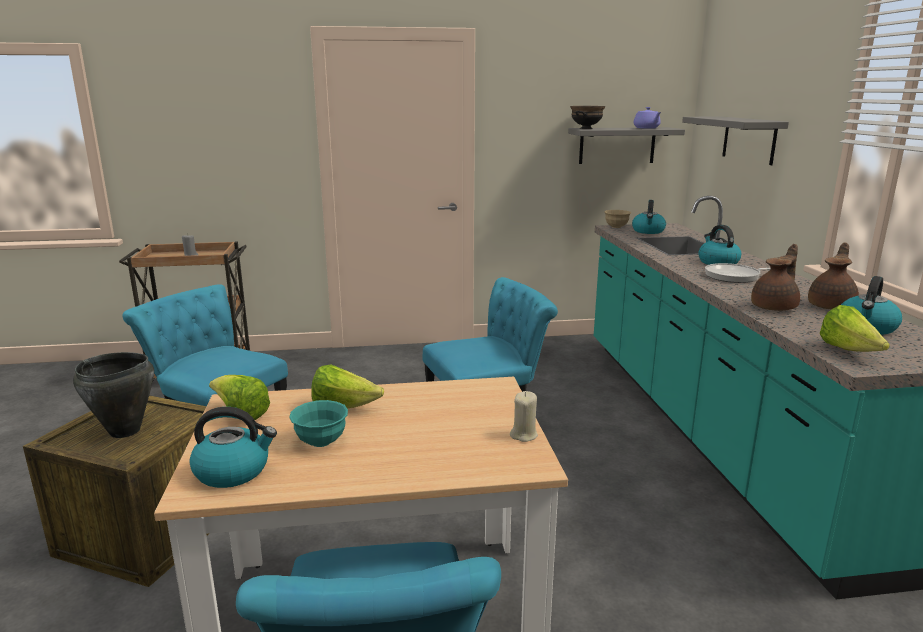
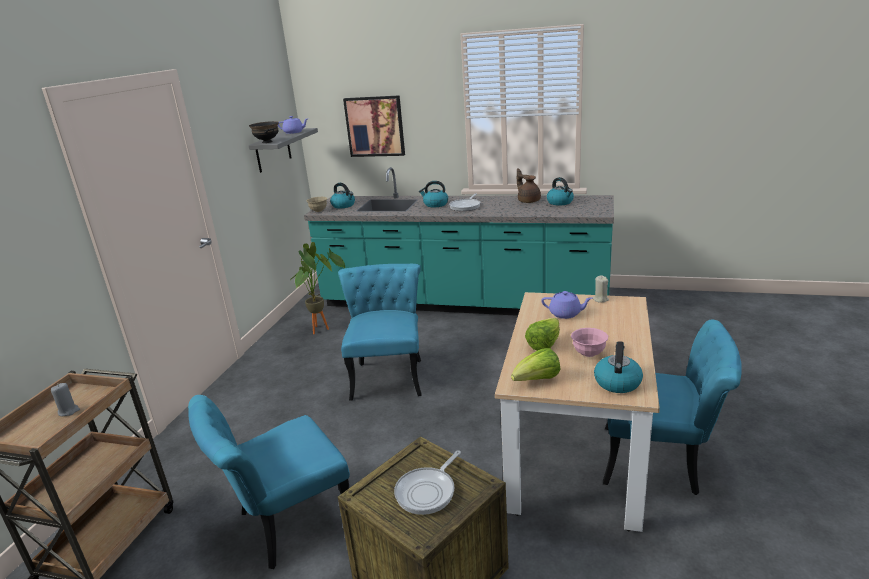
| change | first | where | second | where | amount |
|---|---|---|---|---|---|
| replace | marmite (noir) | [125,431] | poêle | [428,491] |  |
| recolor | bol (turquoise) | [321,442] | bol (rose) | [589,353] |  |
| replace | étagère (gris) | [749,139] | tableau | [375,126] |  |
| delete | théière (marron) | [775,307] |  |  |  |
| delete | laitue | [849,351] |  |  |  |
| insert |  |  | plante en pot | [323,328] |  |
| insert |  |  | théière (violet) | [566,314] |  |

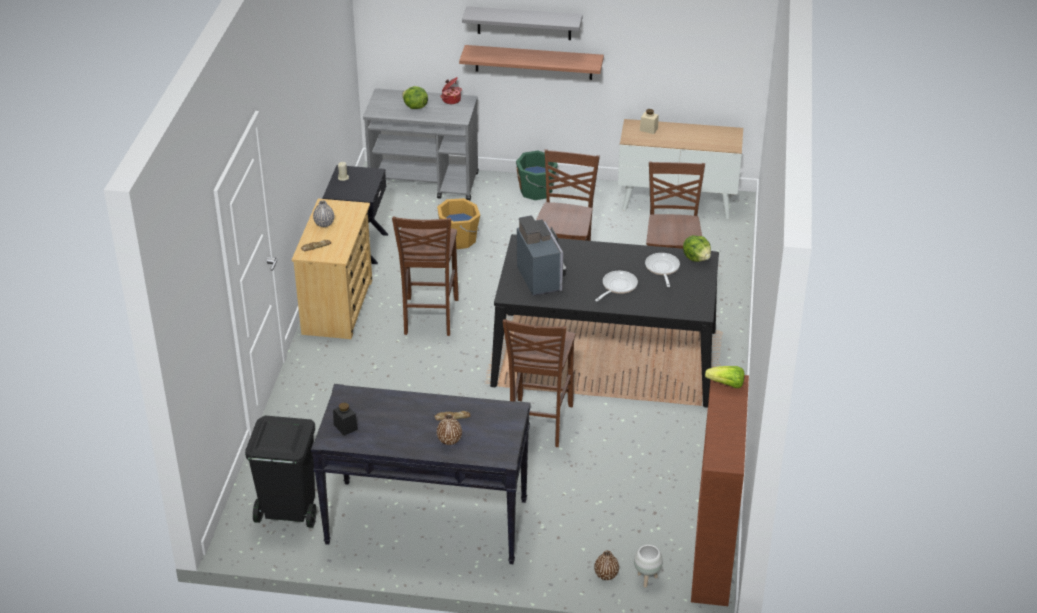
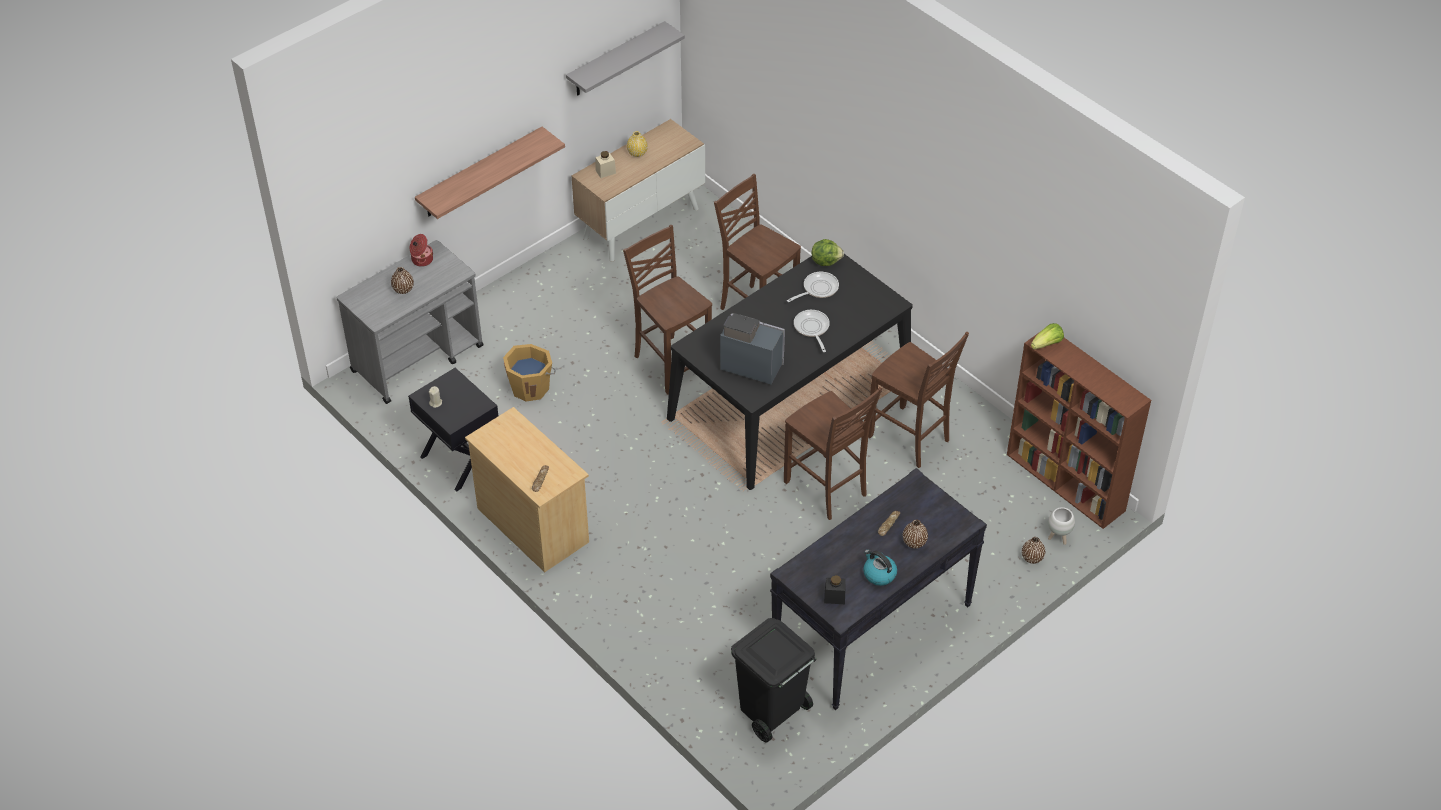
| change | first | where | second | where | amount |
|---|---|---|---|---|---|
| delete | vase (gris) | [324,224] |  |  |  |
| move | chaise (marron) | [429,317] |  | [910,439] |  |
| replace | laitue | [415,107] | vase (marron) | [403,289] |  |
| move | étagère (gris) | [524,23] |  | [616,60] |  |
| delete | seau (vert) | [537,191] |  |  |  |
| rotate | poêle | [662,269] |  | [818,289] | 105 degrees clockwise |
| insert |  |  | vase (jaune) | [637,153] |  |
| insert |  |  | bouilloire | [879,574] |  |

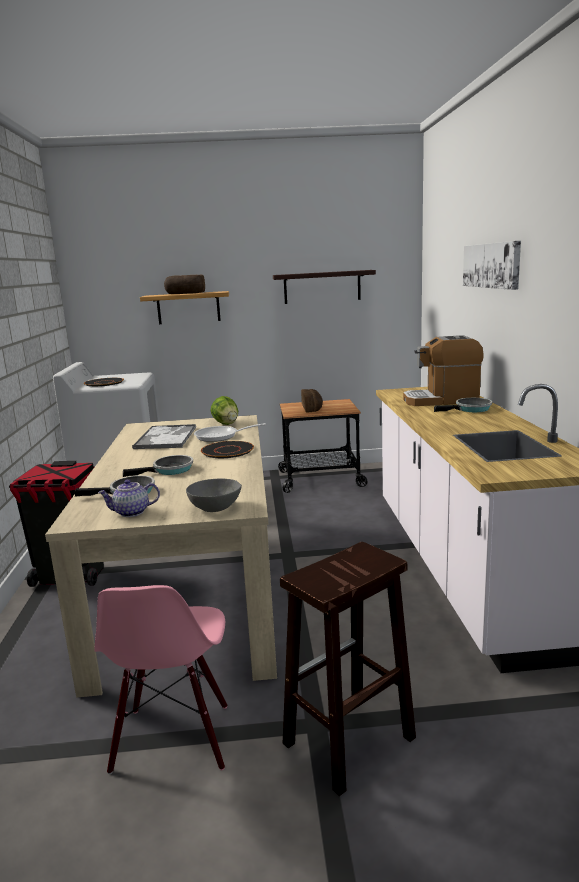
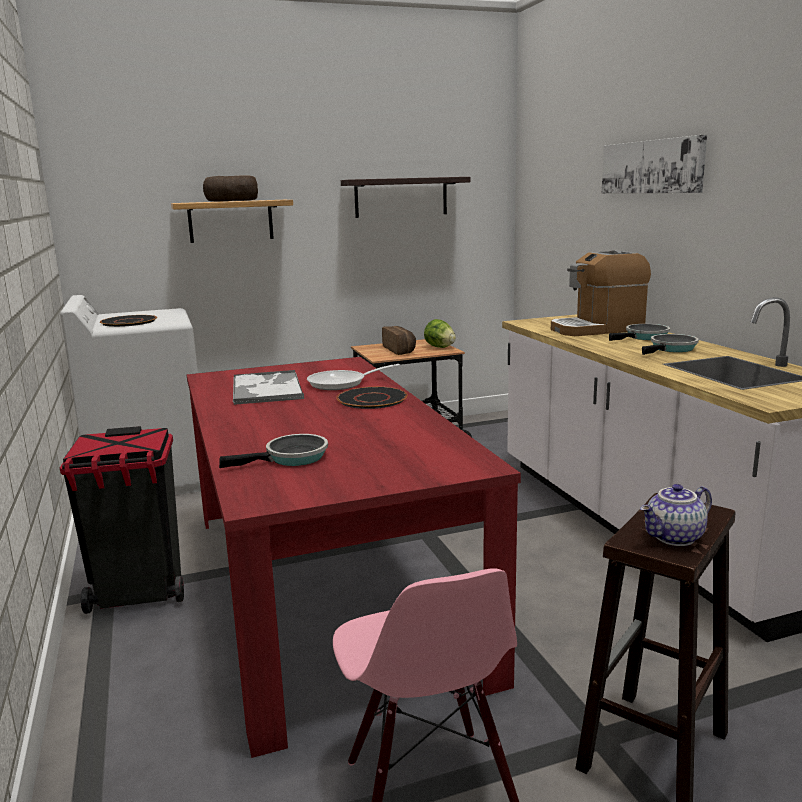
| change | first | where | second | where | amount |
|---|---|---|---|---|---|
| recolor | table à manger (beige) | [193,586] | table à manger (rouge) | [325,586] |  |
| move | théière | [131,513] |  | [675,538] |  |
| move | poêle | [170,470] |  | [671,349] |  |
| delete | bol (gris) | [215,508] |  |  |  |
| move | laitue | [226,424] |  | [440,347] |  |

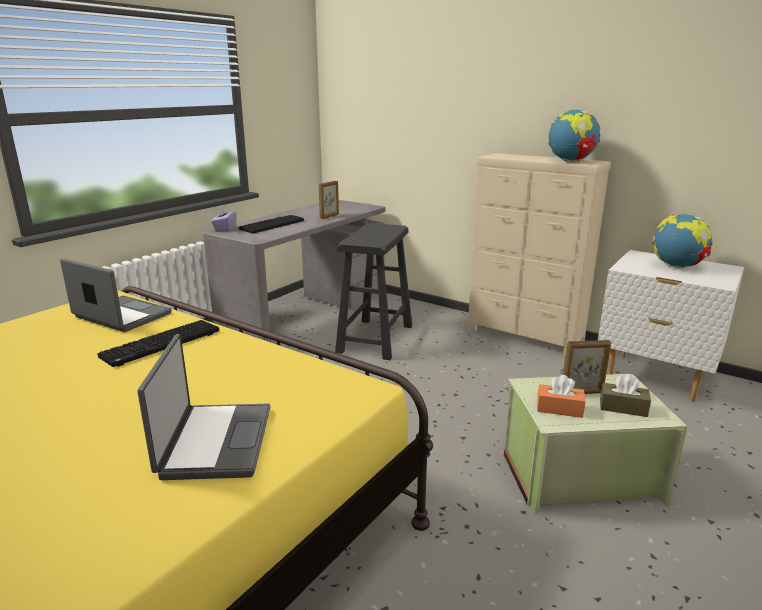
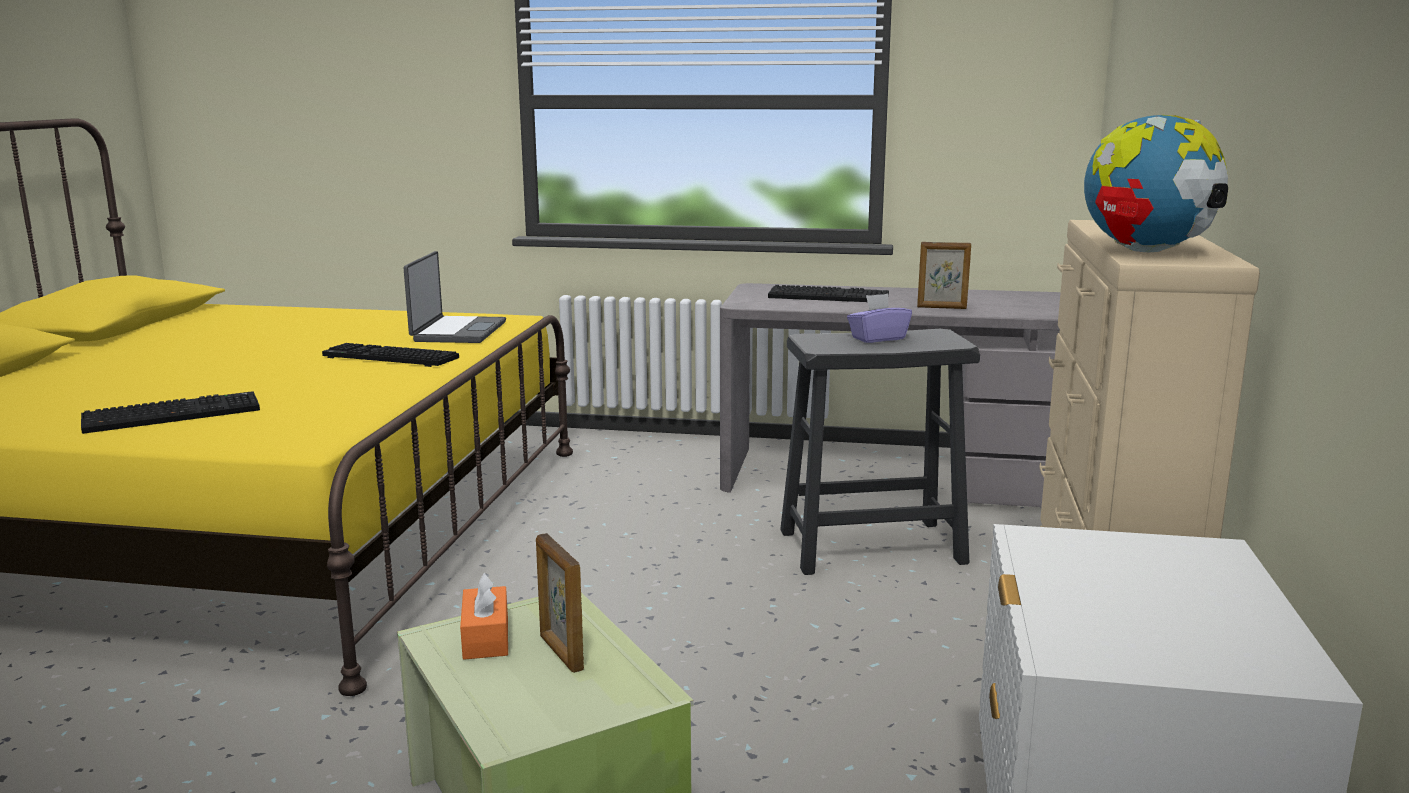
| change | first | where | second | where | amount |
|---|---|---|---|---|---|
| replace | ordinateur portable | [214,442] | clavier | [174,414] |  |
| move | boîte à mouchoirs (violet) | [225,229] |  | [877,338] |  |
| delete | boîte à mouchoirs (marron) | [623,407] |  |  |  |
| delete | globe | [677,266] |  |  |  |

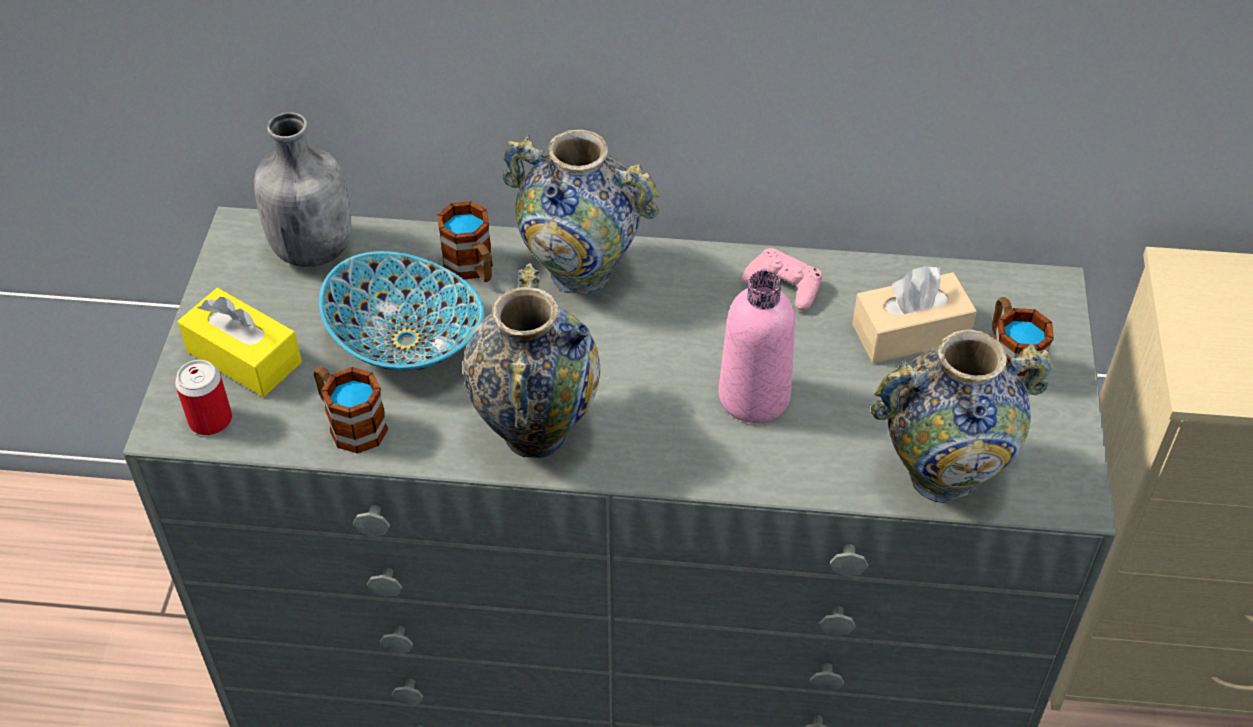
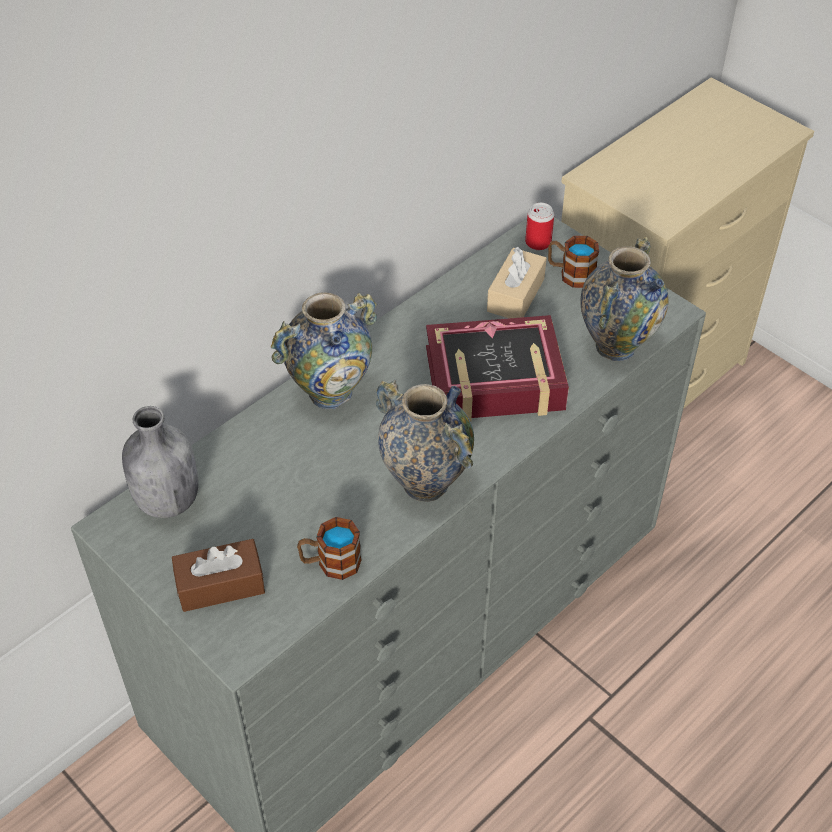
| change | first | where | second | where | amount |
|---|---|---|---|---|---|
| move | boîte métallique | [210,420] |  | [538,242] |  |
| recolor | boîte à mouchoirs (jaune) | [244,357] | boîte à mouchoirs (marron) | [220,585] |  |
| delete | bol | [407,340] |  |  |  |
| delete | mug | [473,268] |  |  |  |
| replace | bouteille (rose) | [754,396] | livre | [494,380] |  |
| delete | manette (rose) | [784,285] |  |  |  |

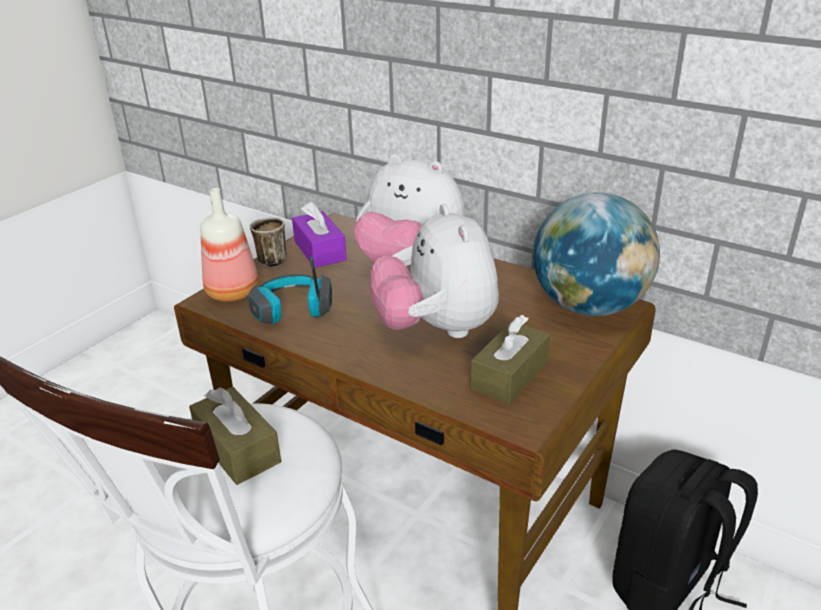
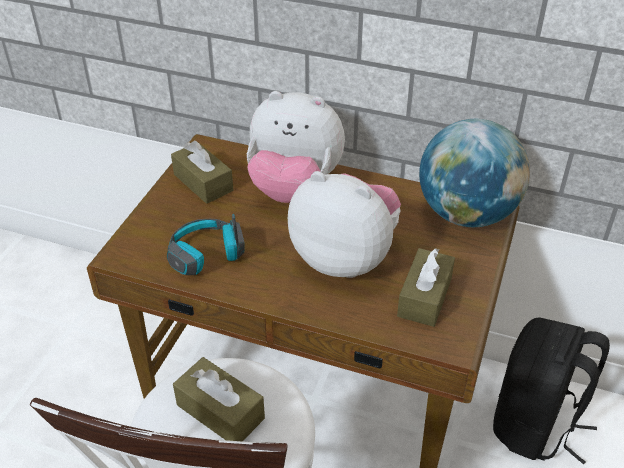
| change | first | where | second | where | amount |
|---|---|---|---|---|---|
| delete | bouteille | [234,291] |  |  |  |
| delete | mug | [270,259] |  |  |  |
| recolor | boîte à mouchoirs (violet) | [320,251] | boîte à mouchoirs (marron) | [203,182] |  |
| rotate | peluche | [436,329] |  | [345,257] | 150 degrees clockwise |

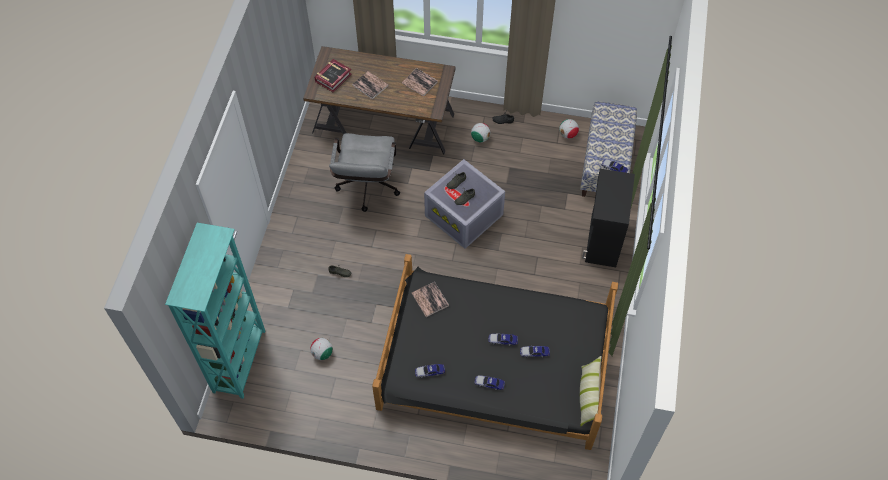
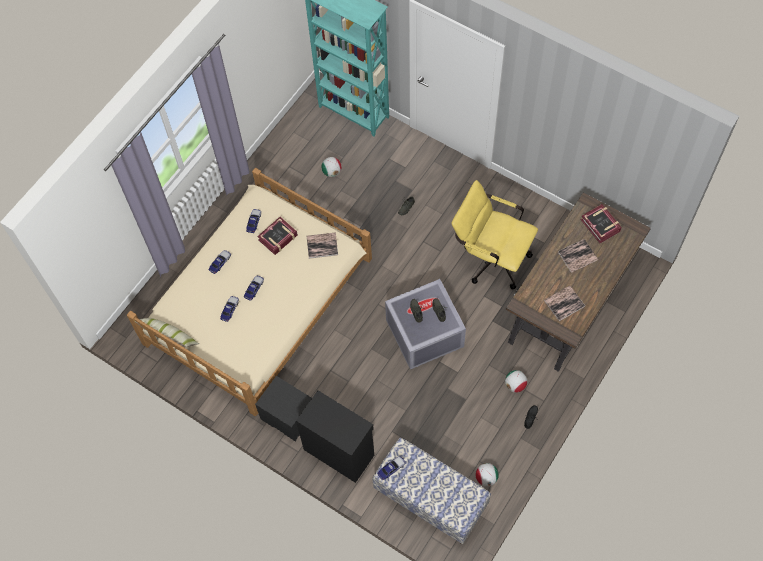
| change | first | where | second | where | amount |
|---|---|---|---|---|---|
| recolor | chaise de bureau (gris) | [367,189] | chaise de bureau (jaune) | [490,258] |  |
| recolor | lit (noir) | [493,362] | lit (beige) | [258,300] |  |
| insert |  |  | table de chevet (noir) | [287,417] |  |
| insert |  |  | livre | [278,238] |  |

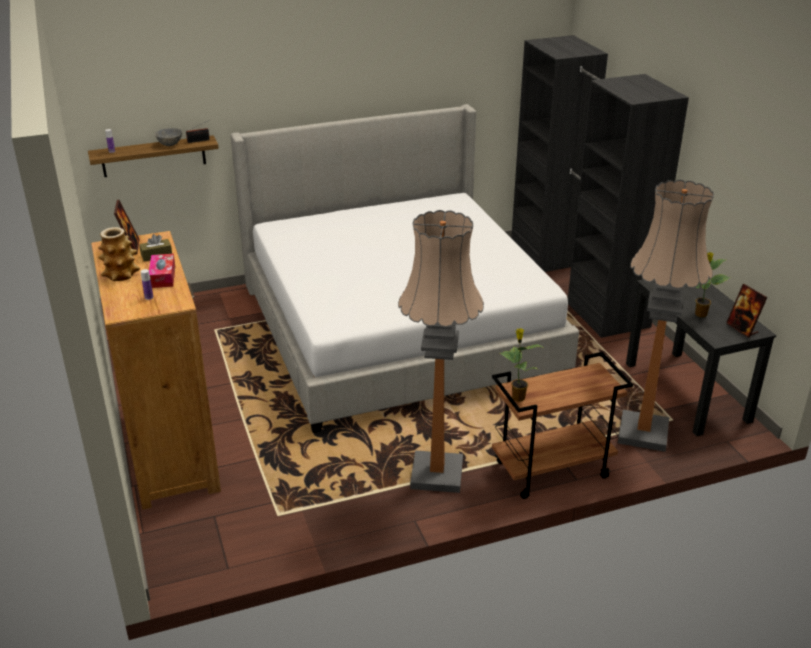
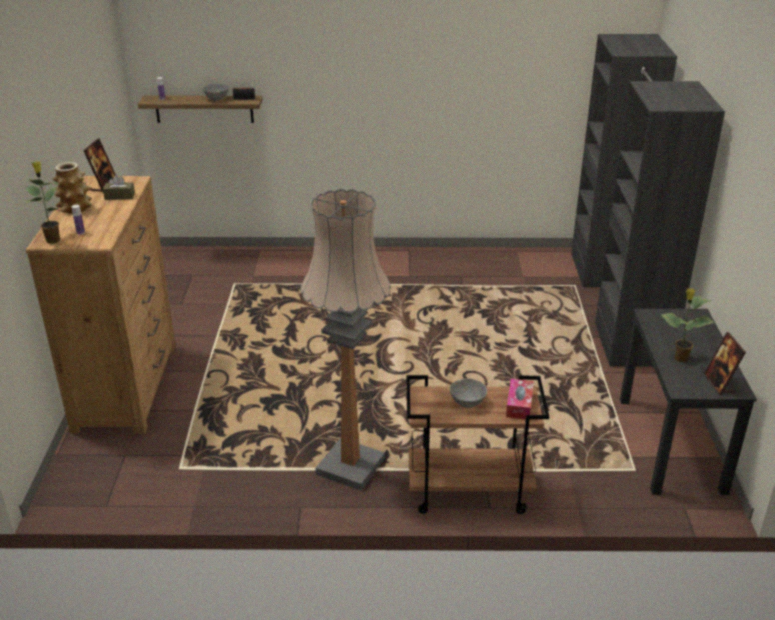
| change | first | where | second | where | amount |
|---|---|---|---|---|---|
| move | boîte à mouchoirs | [163,276] |  | [519,405] |  |
| delete | lit | [398,328] |  |  |  |
| move | plante en pot | [517,397] |  | [53,240] |  |
| delete | lampadaire | [643,433] |  |  |  |
| insert |  |  | bol (gris) | [467,402] |  |

